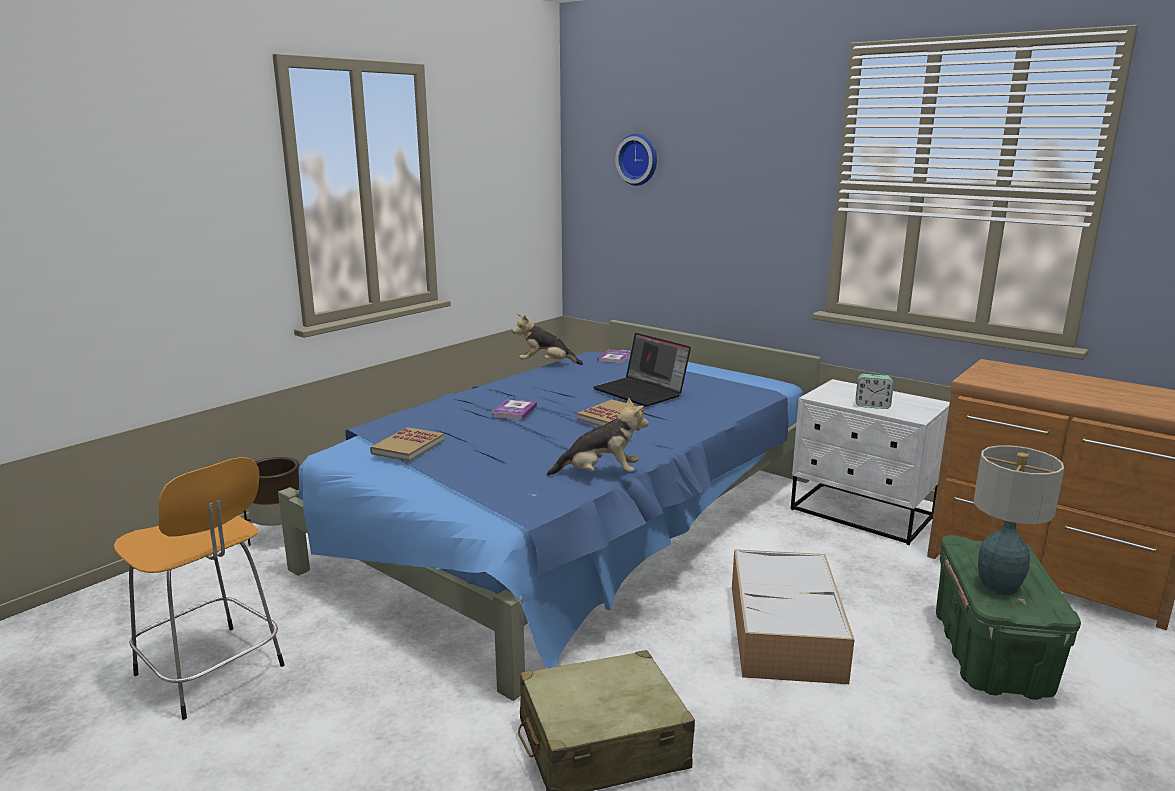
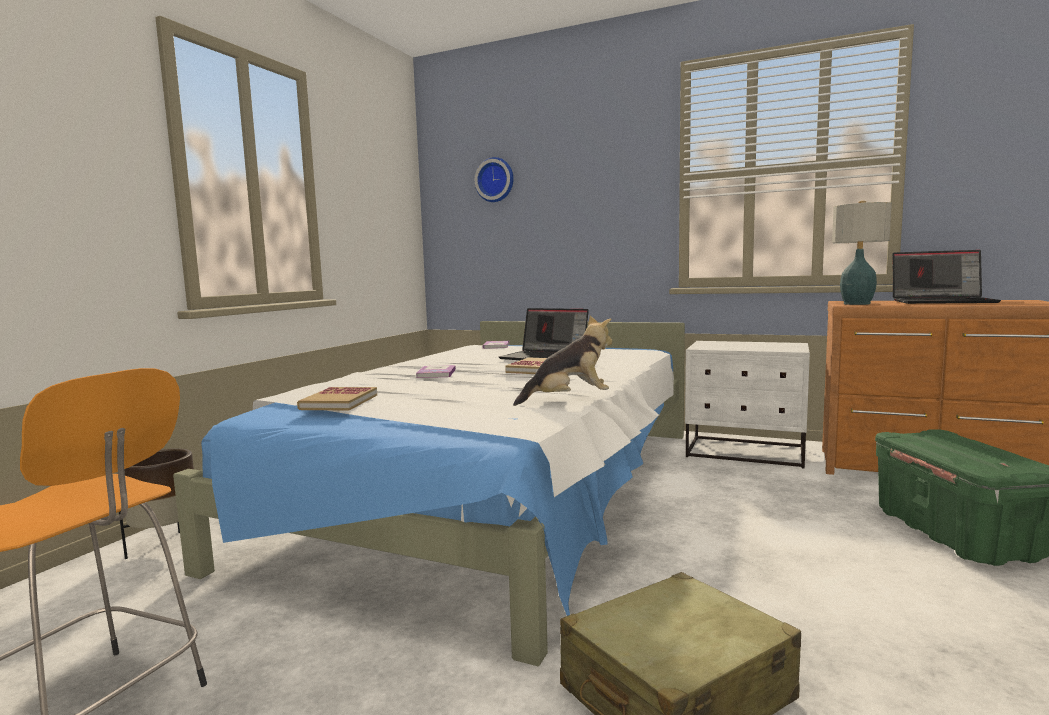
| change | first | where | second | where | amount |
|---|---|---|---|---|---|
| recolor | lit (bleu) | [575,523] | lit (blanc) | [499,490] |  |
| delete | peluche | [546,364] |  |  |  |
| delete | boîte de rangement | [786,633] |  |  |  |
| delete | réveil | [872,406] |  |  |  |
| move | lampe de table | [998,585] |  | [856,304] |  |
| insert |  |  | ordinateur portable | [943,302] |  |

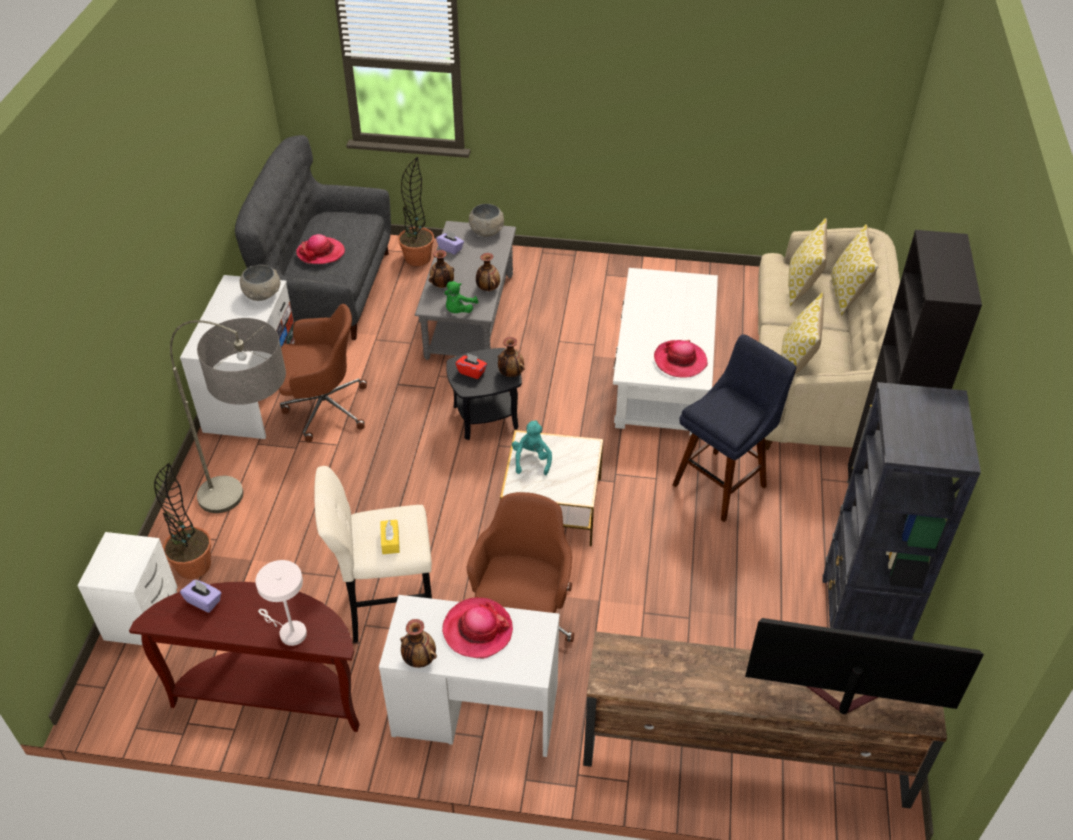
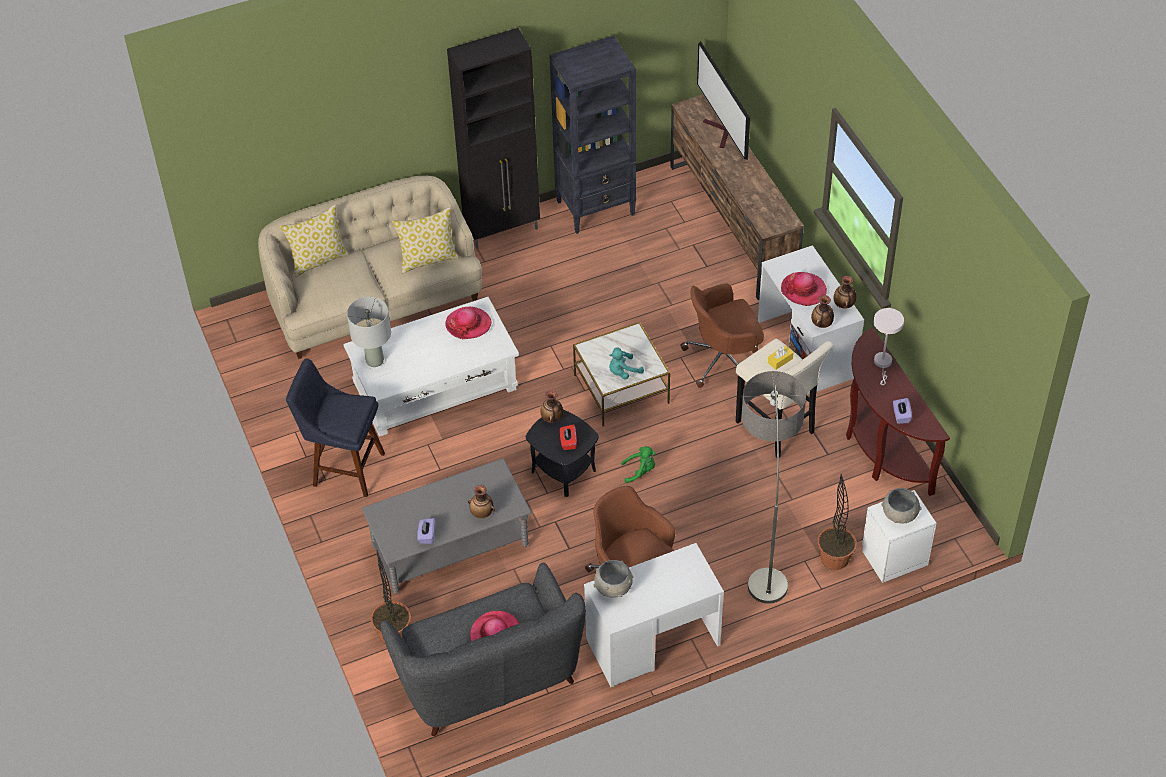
| change | first | where | second | where | amount |
|---|---|---|---|---|---|
| move | peluche (vert) | [459,310] |  | [640,471] |  |
| move | bol (gris) | [486,231] |  | [899,514] |  |
| move | vase | [488,288] |  | [822,324] |  |
| move | tabouret (bleu) | [723,482] |  | [344,468] |  |
| delete | coussin | [802,287] |  |  |  |
| insert |  |  | lampe de table (gris) | [375,360] |  |

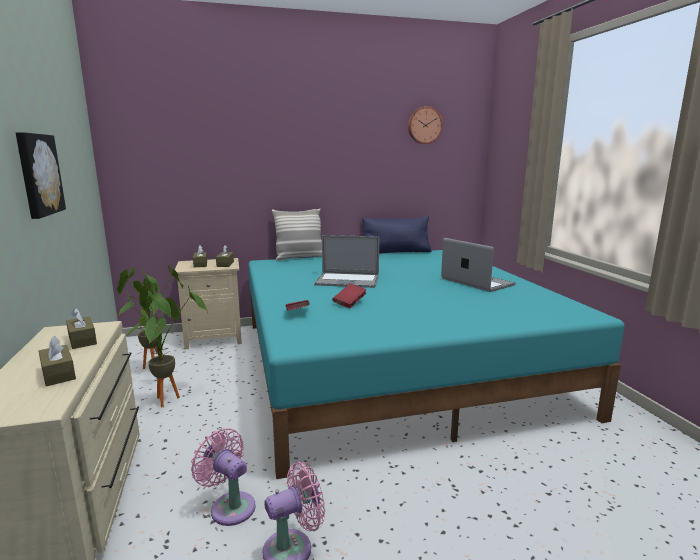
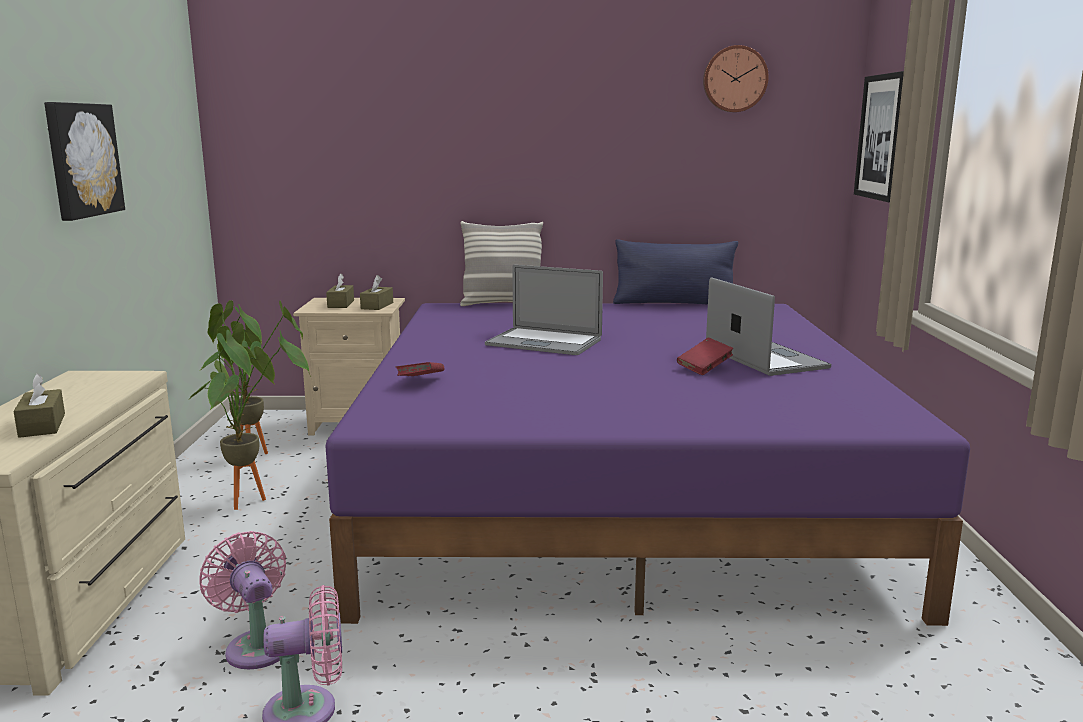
| change | first | where | second | where | amount |
|---|---|---|---|---|---|
| delete | boîte à mouchoirs (marron) | [82,340] |  |  |  |
| recolor | lit (turquoise) | [394,364] | lit (violet) | [617,490] |  |
| move | livre (rouge) | [349,303] |  | [704,368] |  |
| insert |  |  | tableau | [882,137] |  |

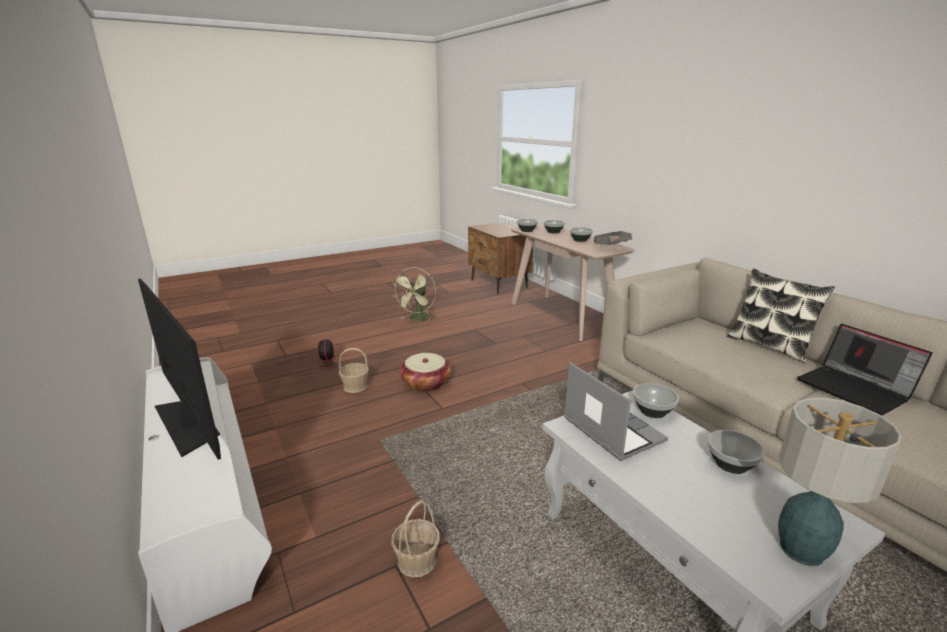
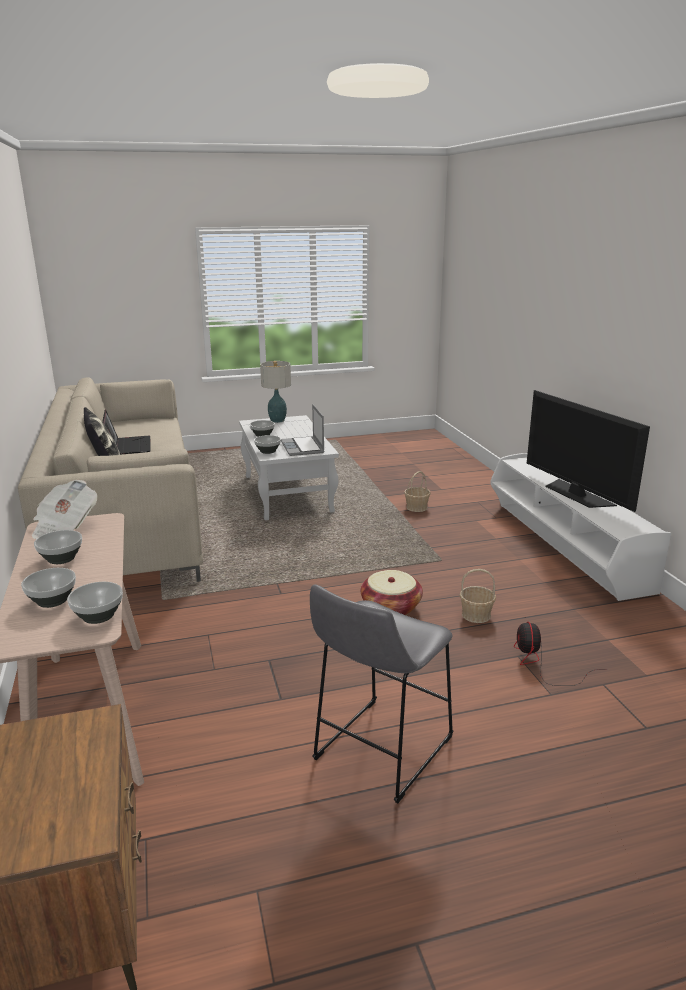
| change | first | where | second | where | amount |
|---|---|---|---|---|---|
| replace | ventilateur (vert) | [417,319] | tabouret (gris) | [378,752] |  |

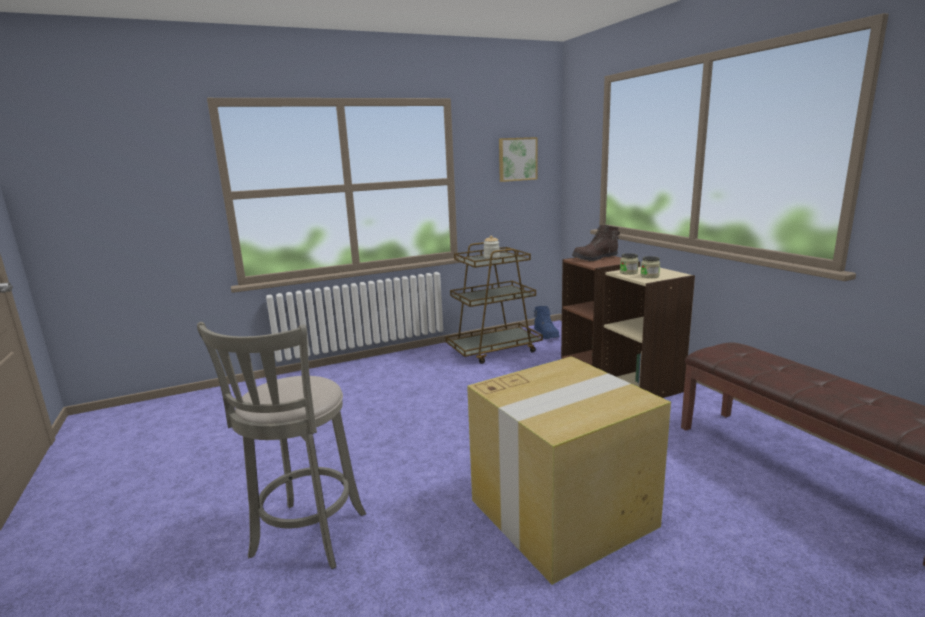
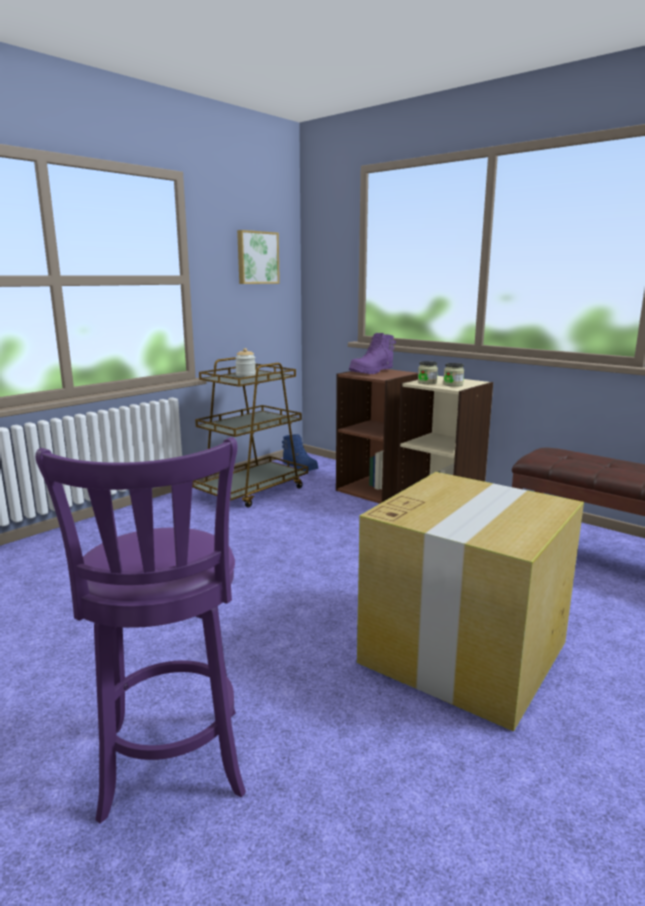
| change | first | where | second | where | amount |
|---|---|---|---|---|---|
| recolor | tabouret (gris) | [306,538] | tabouret (violet) | [172,768] |  |
| recolor | botte (marron) | [595,258] | botte (violet) | [372,372] |  |

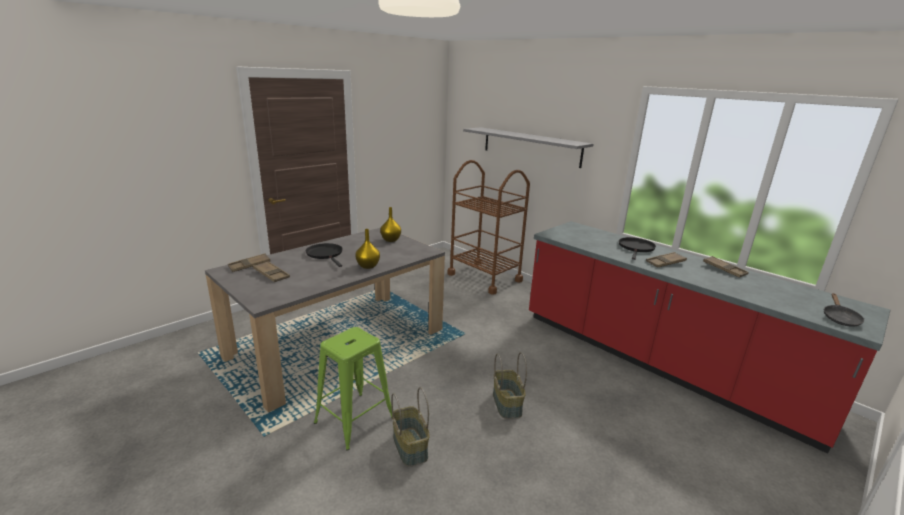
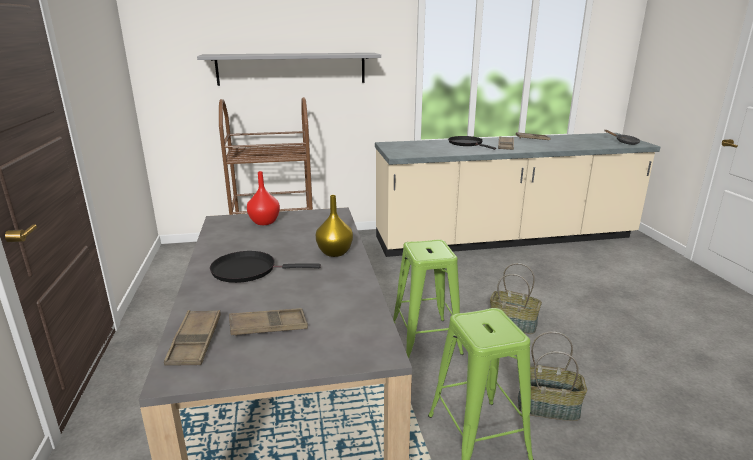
| change | first | where | second | where | amount |
|---|---|---|---|---|---|
| recolor | vase (jaune) | [390,240] | vase (rouge) | [263,222] |  |
| recolor | comptoir de cuisine (rouge) | [659,363] | comptoir de cuisine (beige) | [505,239] |  |
| insert |  |  | tabouret (vert) | [425,338] |  |

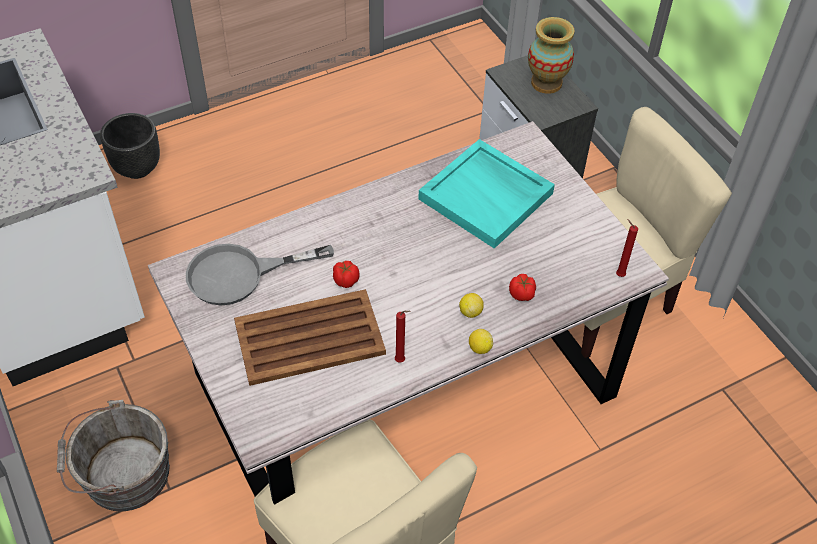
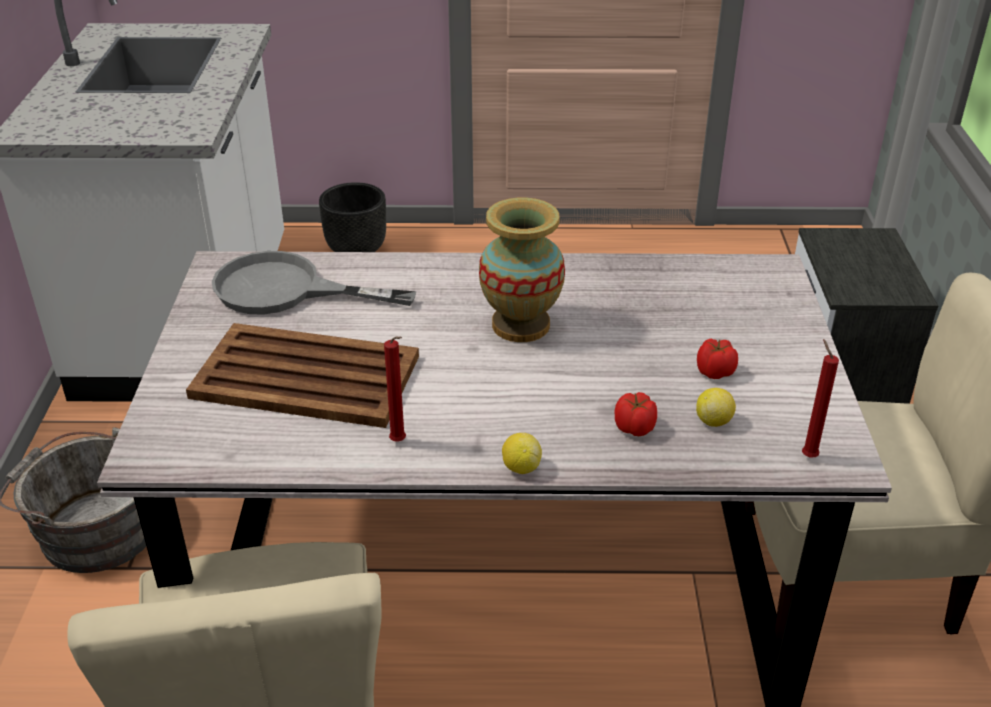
| change | first | where | second | where | amount |
|---|---|---|---|---|---|
| move | tomate | [345,280] |  | [714,371] |  |
| delete | plateau (turquoise) | [487,196] |  |  |  |
| move | citron | [470,312] |  | [713,421] |  |
| move | vase | [546,83] |  | [521,325] |  |

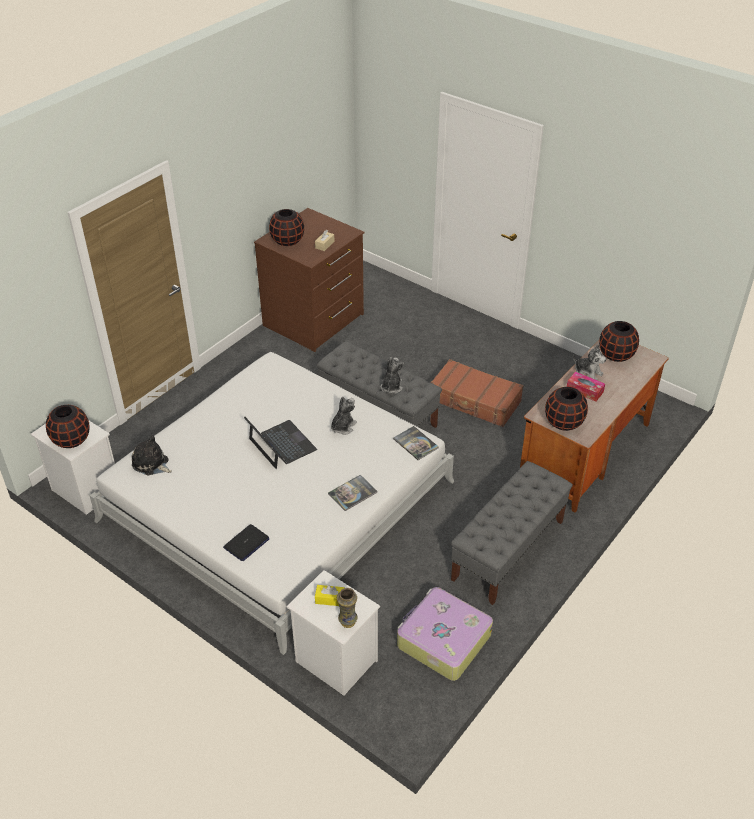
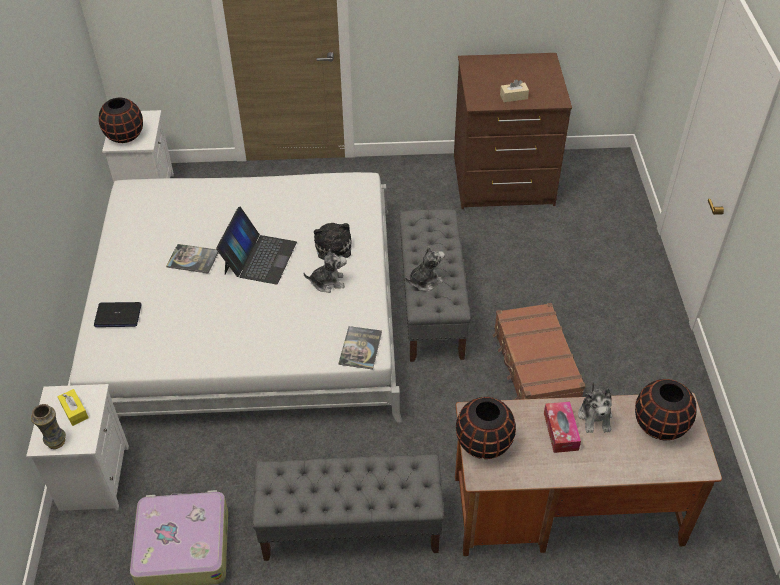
| change | first | where | second | where | amount |
|---|---|---|---|---|---|
| move | peluche | [152,464] |  | [333,250] |  |
| delete | vase (noir) | [287,241] |  |  |  |
| move | livre | [352,493] |  | [193,259] |  |

